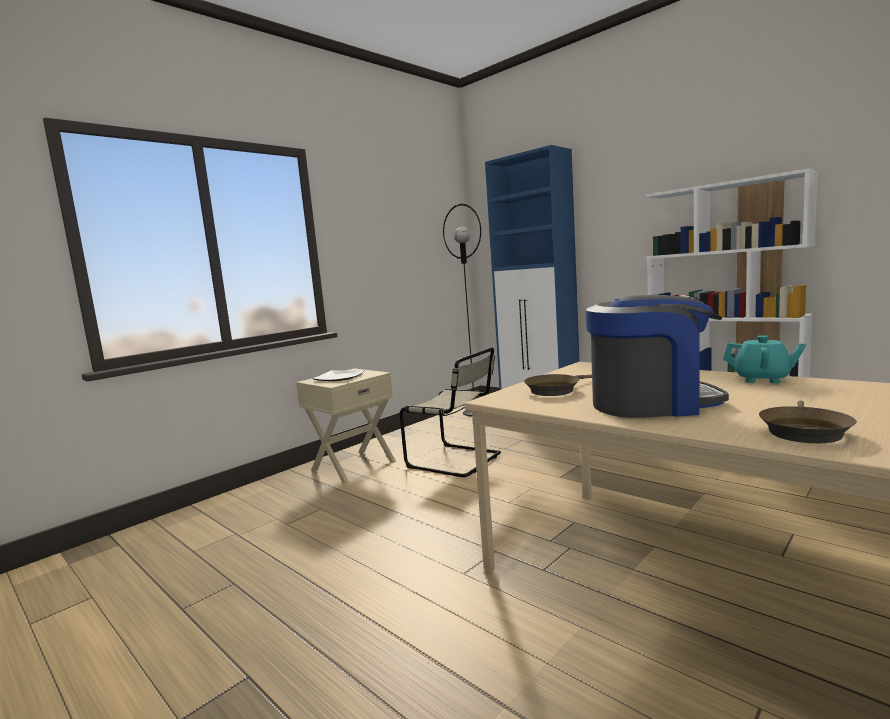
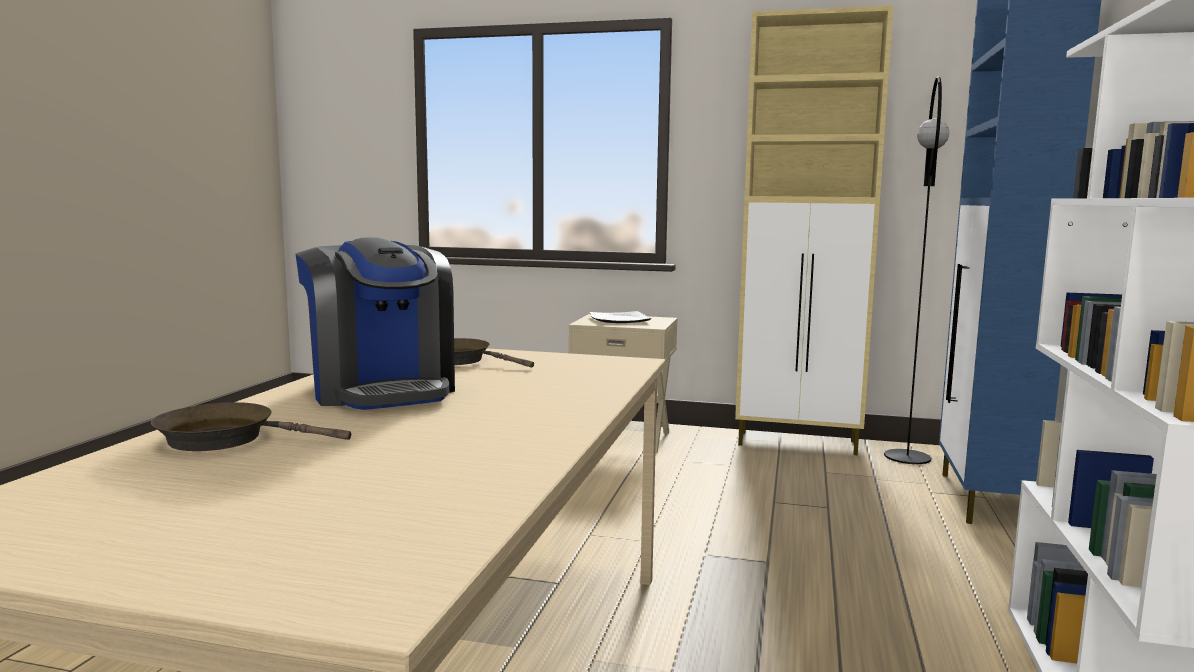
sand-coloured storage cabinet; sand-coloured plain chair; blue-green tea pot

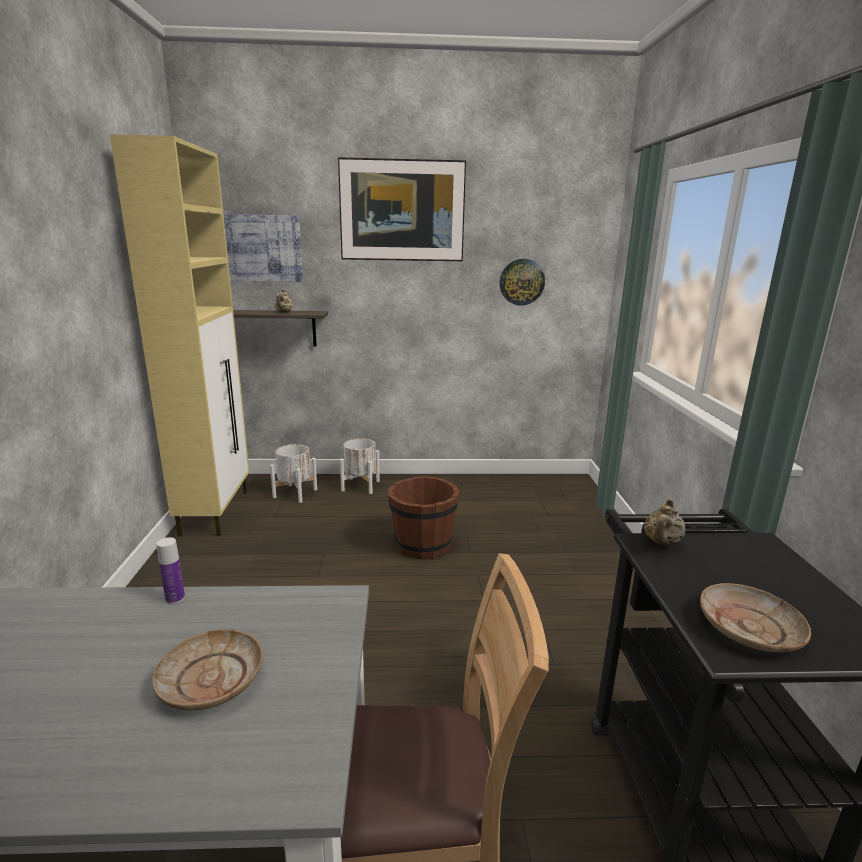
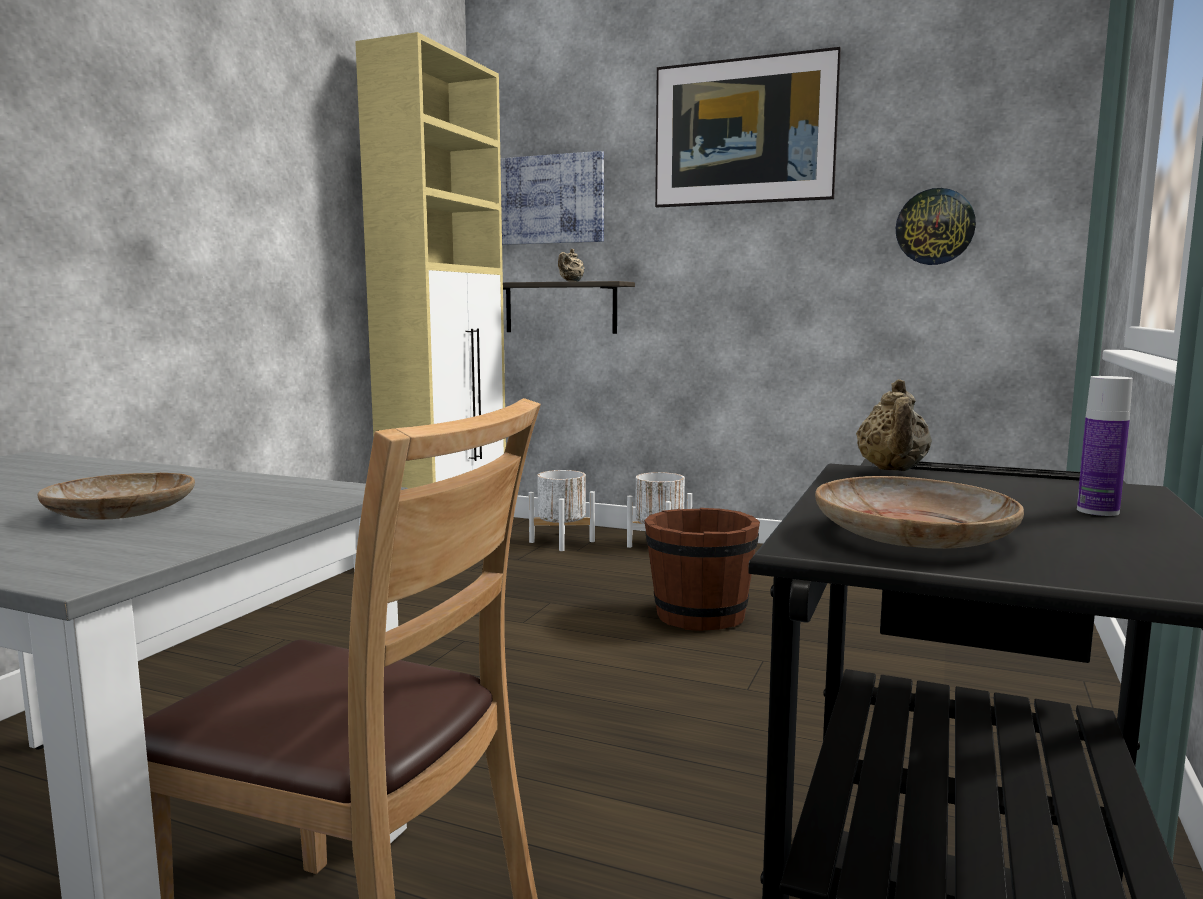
sand-coloured tea pot (2nd from left); bottle

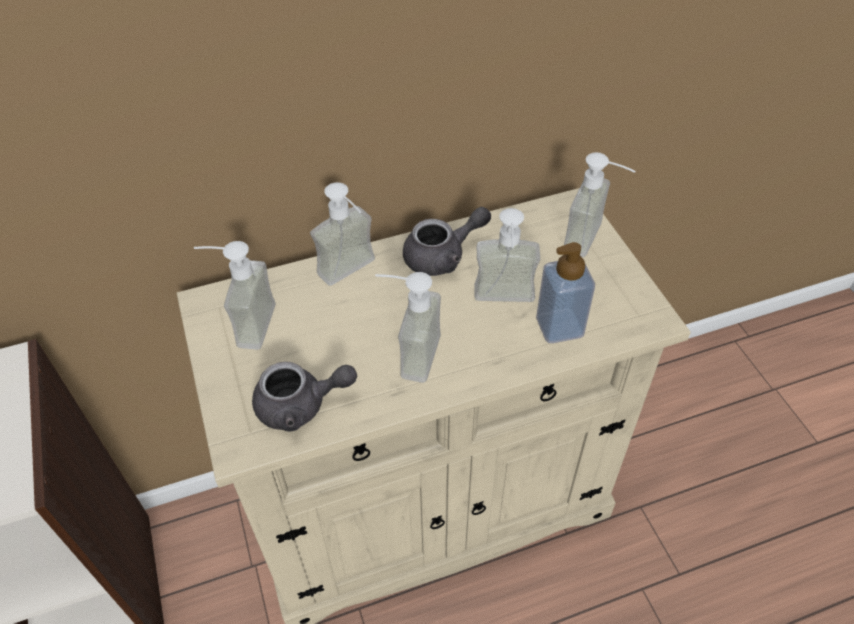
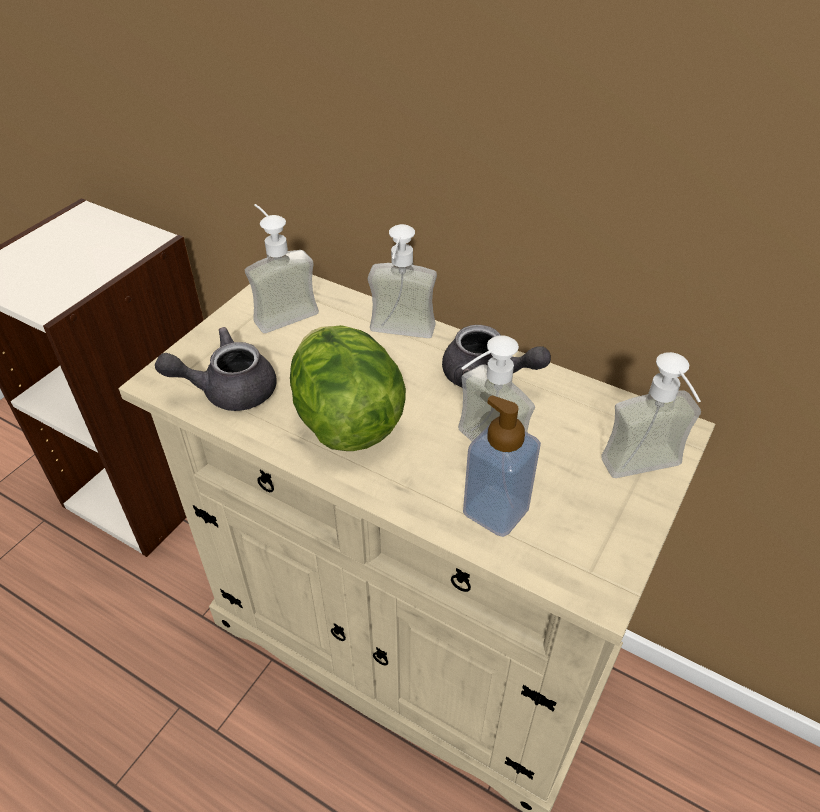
grey tea pot (1st from left); head of lettuce

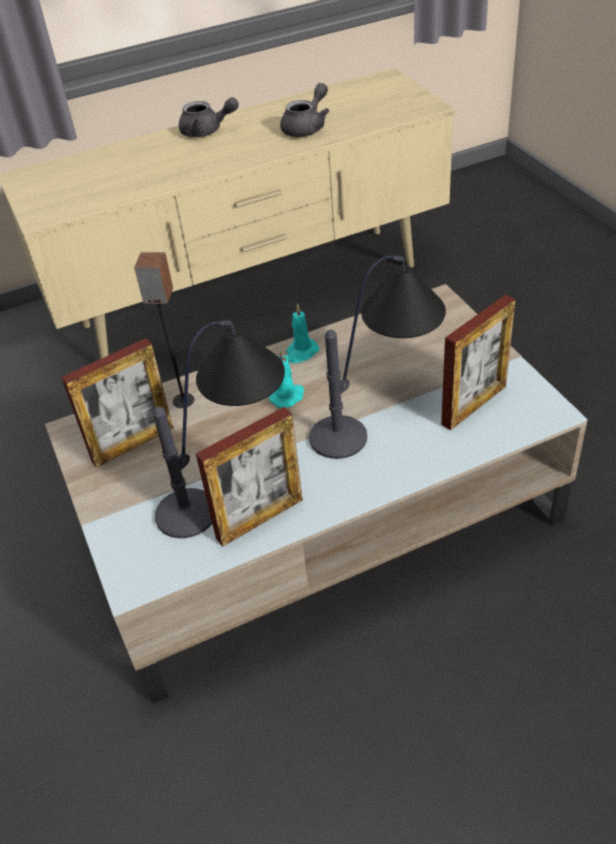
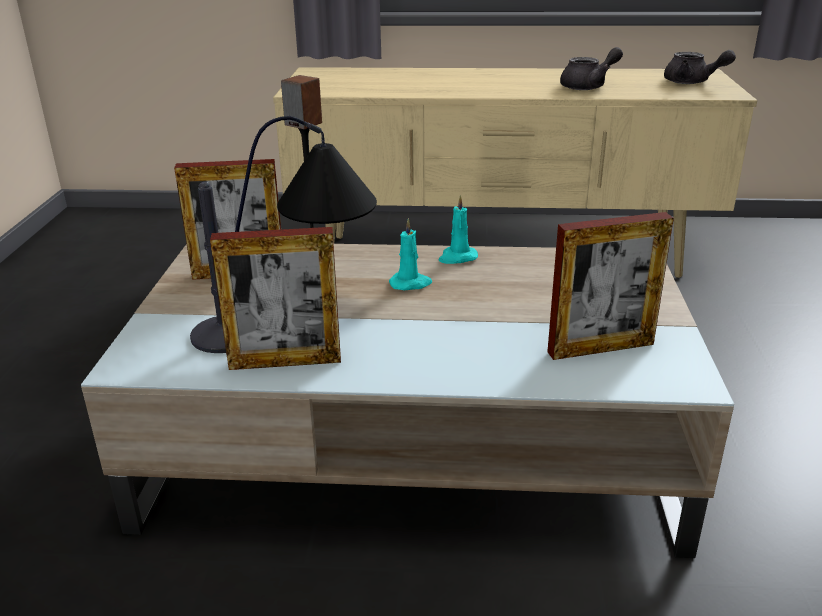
grey tea pot (2nd from left); table lamp (2nd from left in the first image)

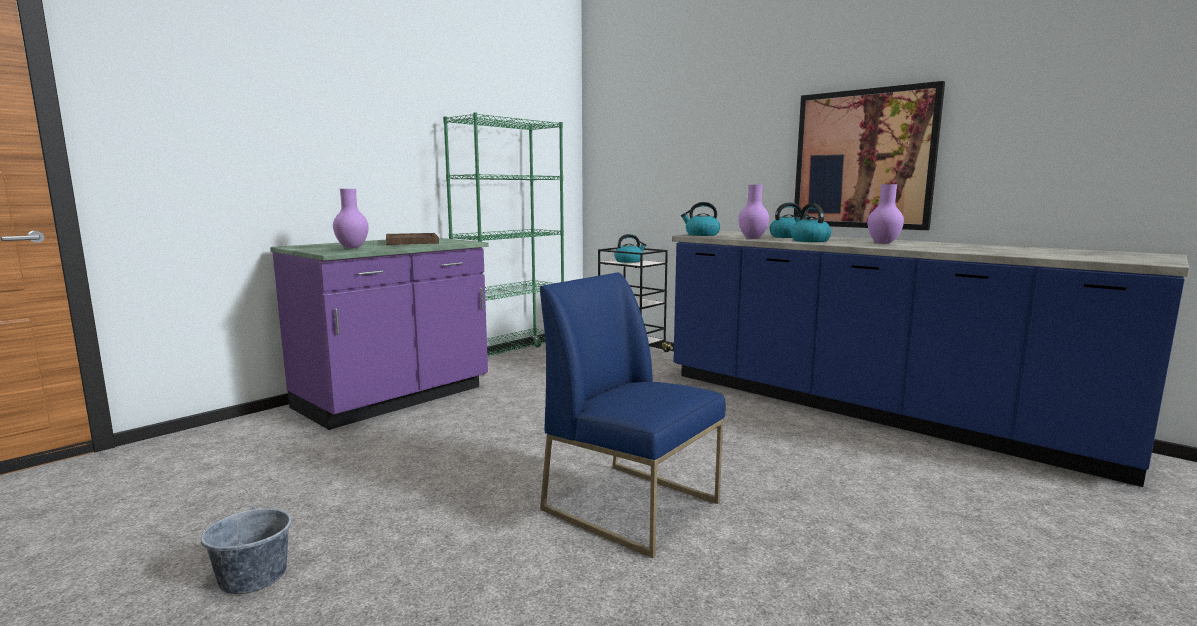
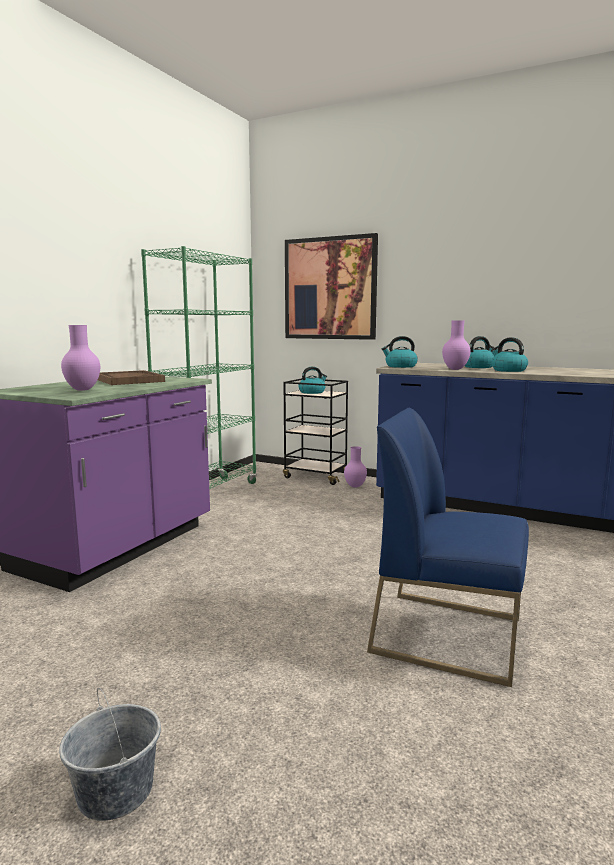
wall picture; purple decorative vase (2nd from left)

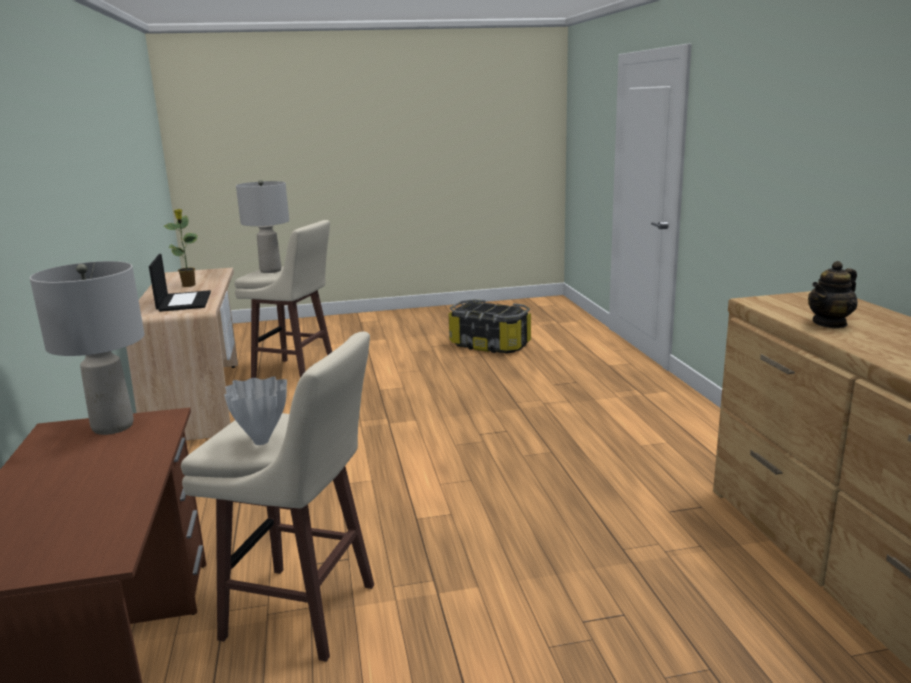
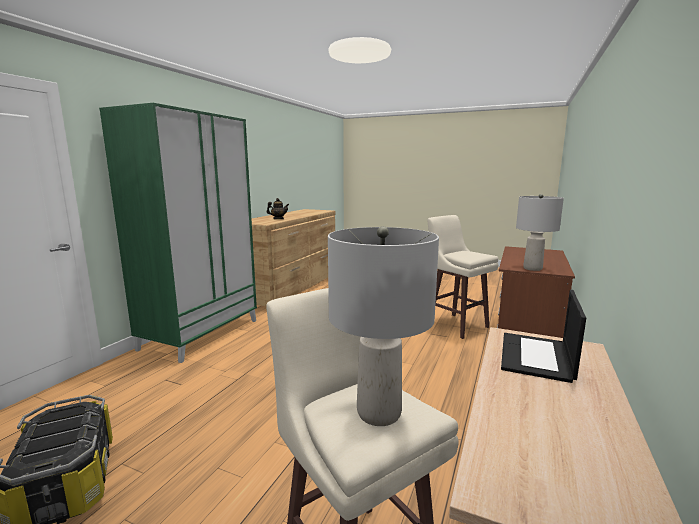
green-coloured wardrobe; plant in a pot; white decorative vase

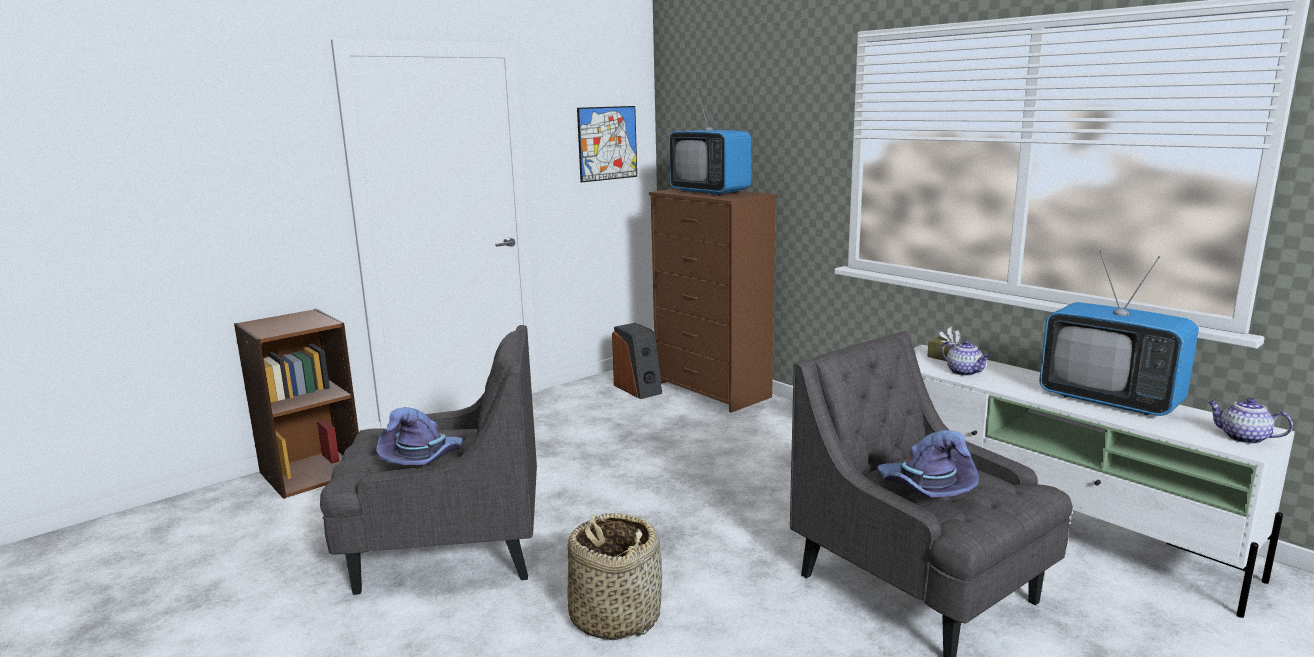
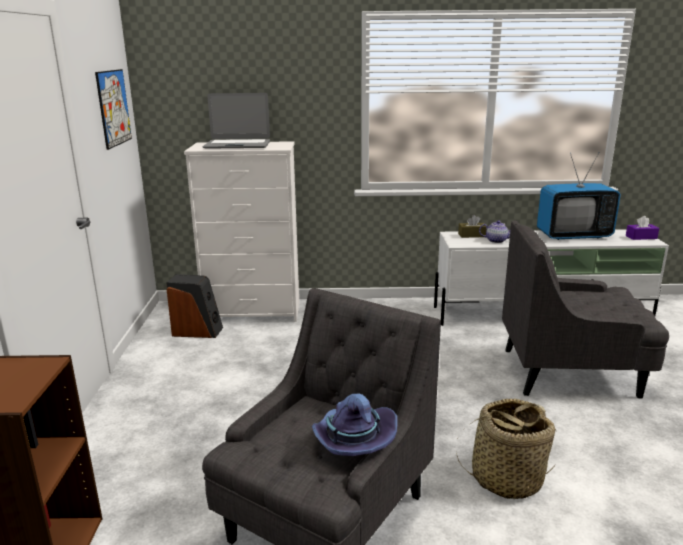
white drawer chest; portable computer; purple tissue box; purple clothing hat (2nd from left in the first image)

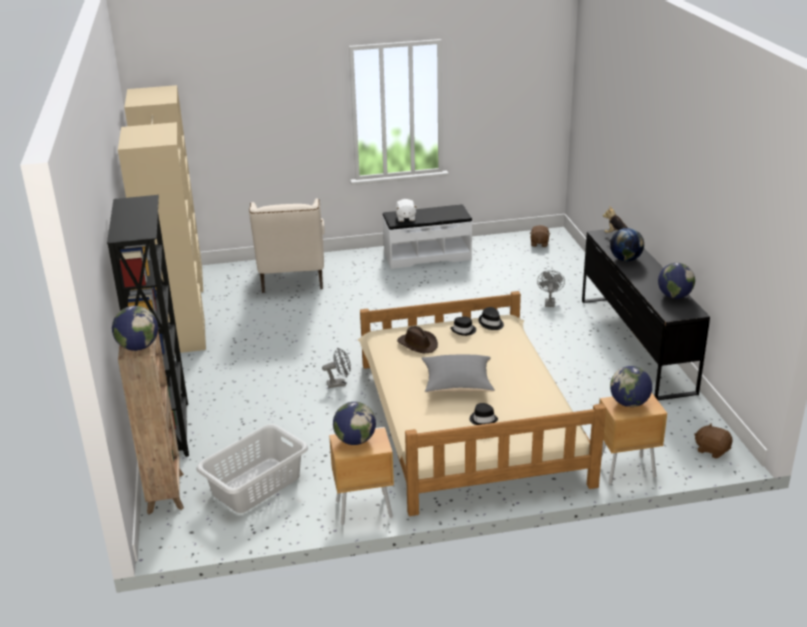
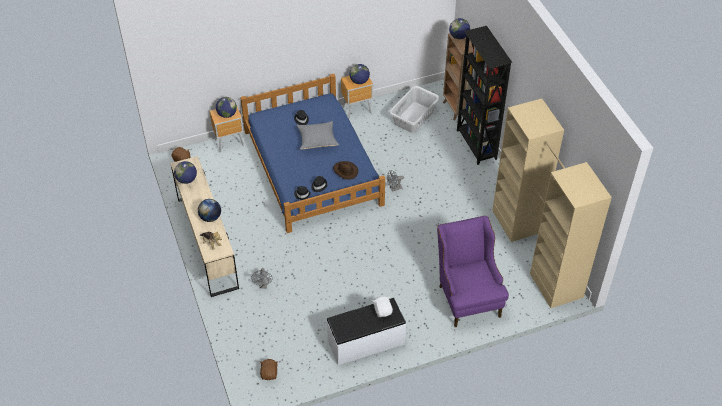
sand-coloured drawer chest; blue bed; purple armchair

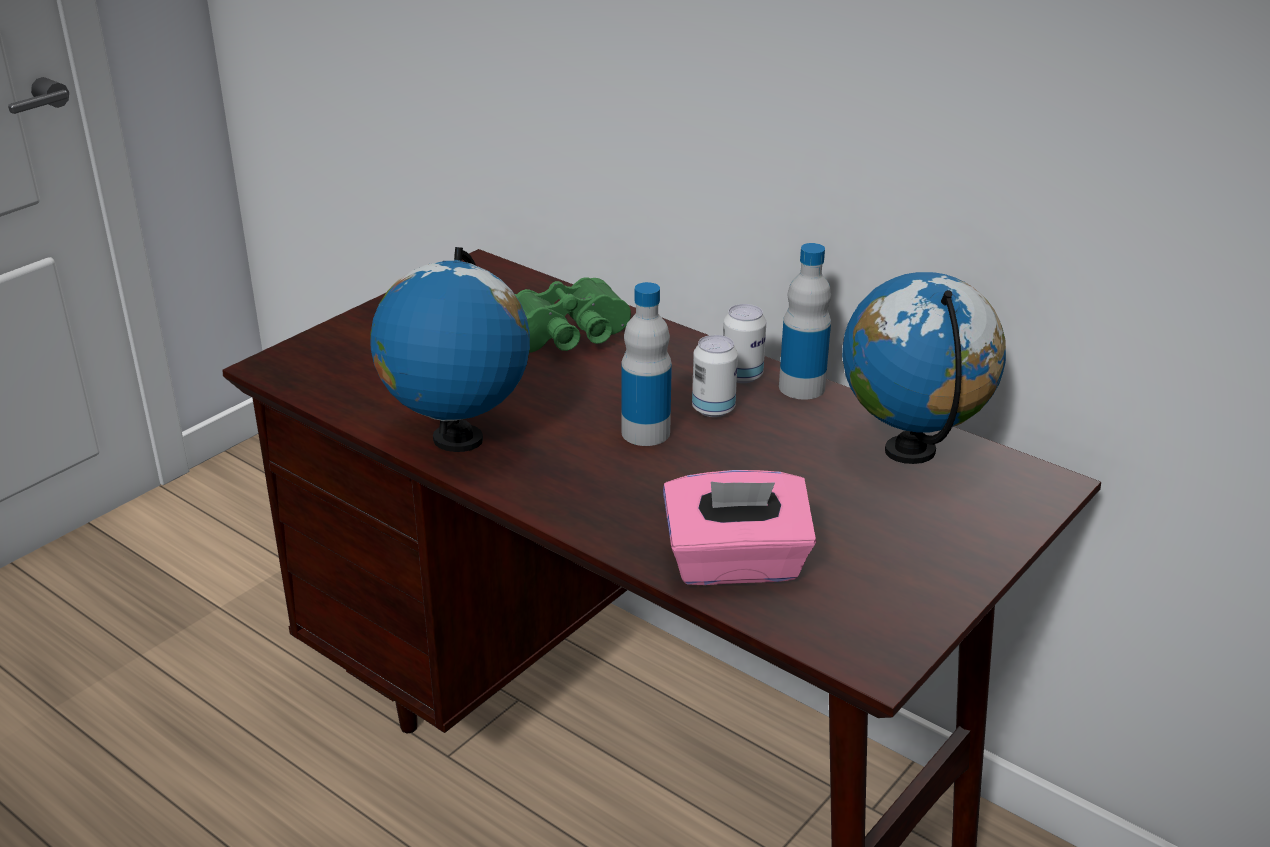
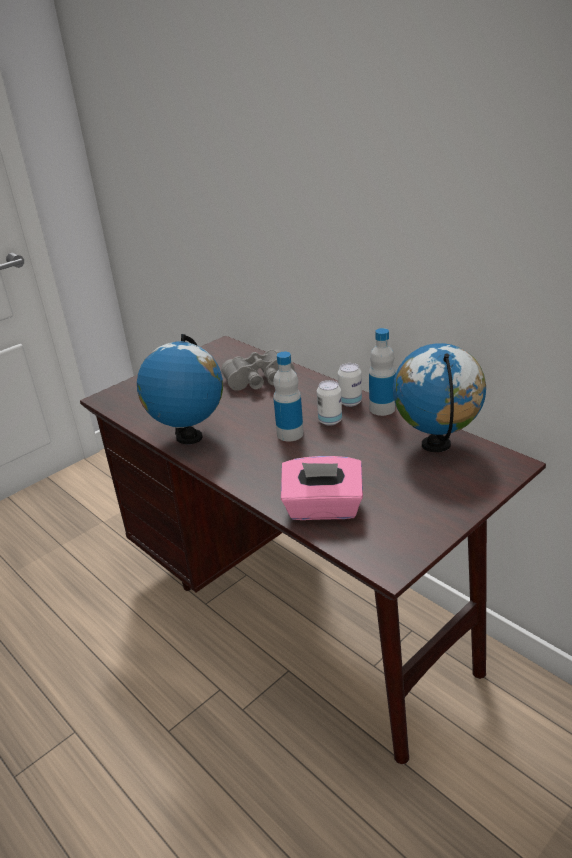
grey field glasses

